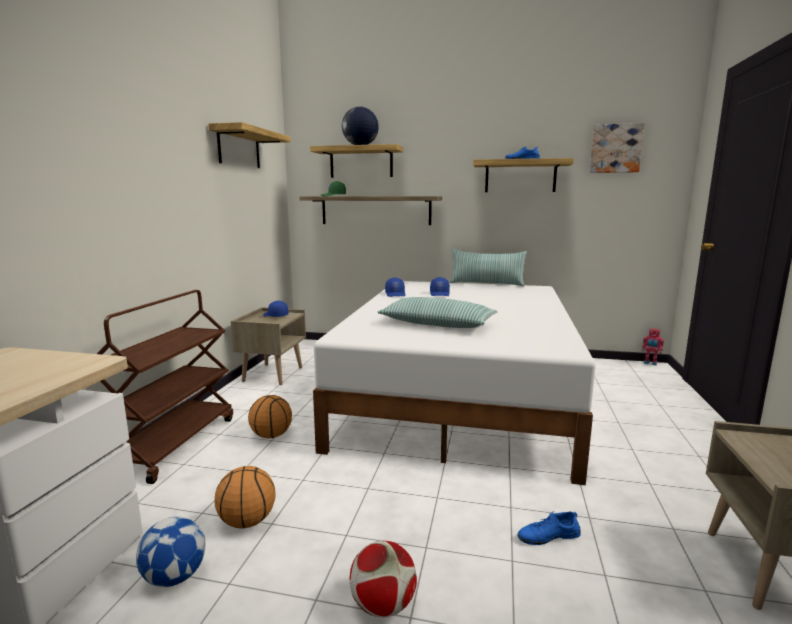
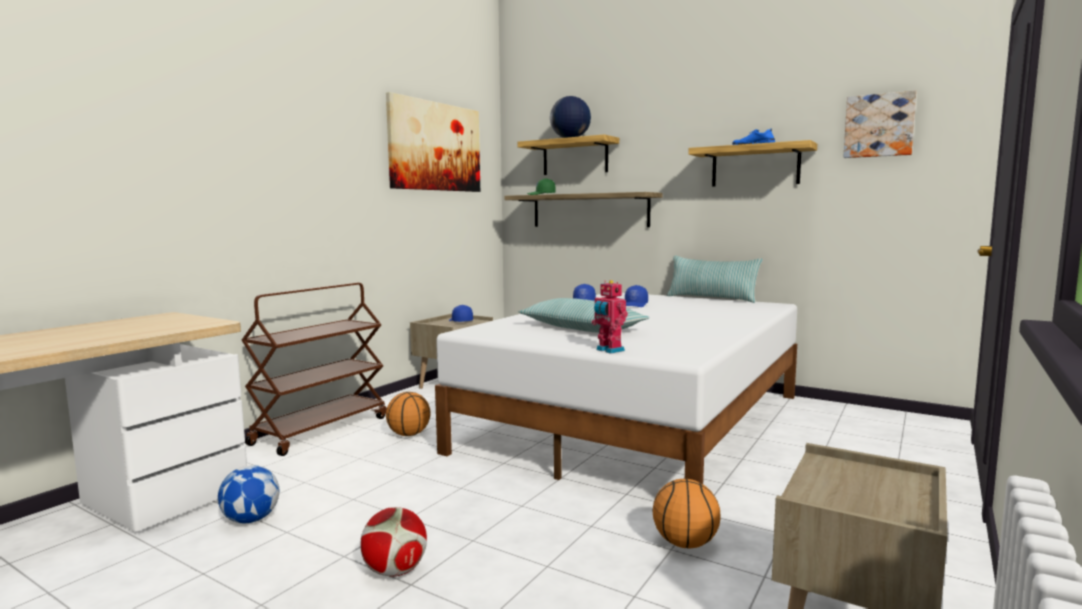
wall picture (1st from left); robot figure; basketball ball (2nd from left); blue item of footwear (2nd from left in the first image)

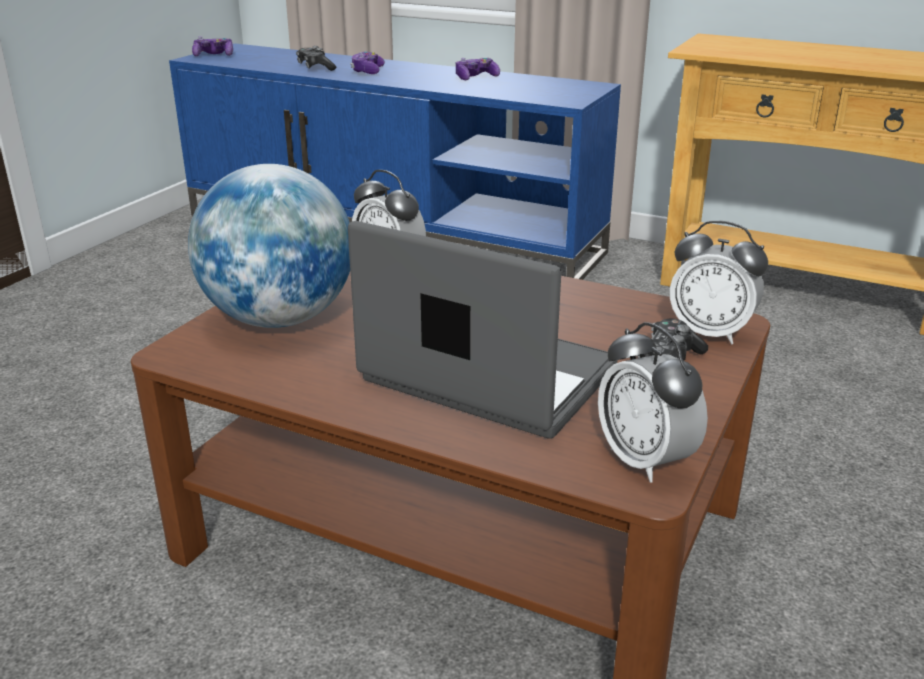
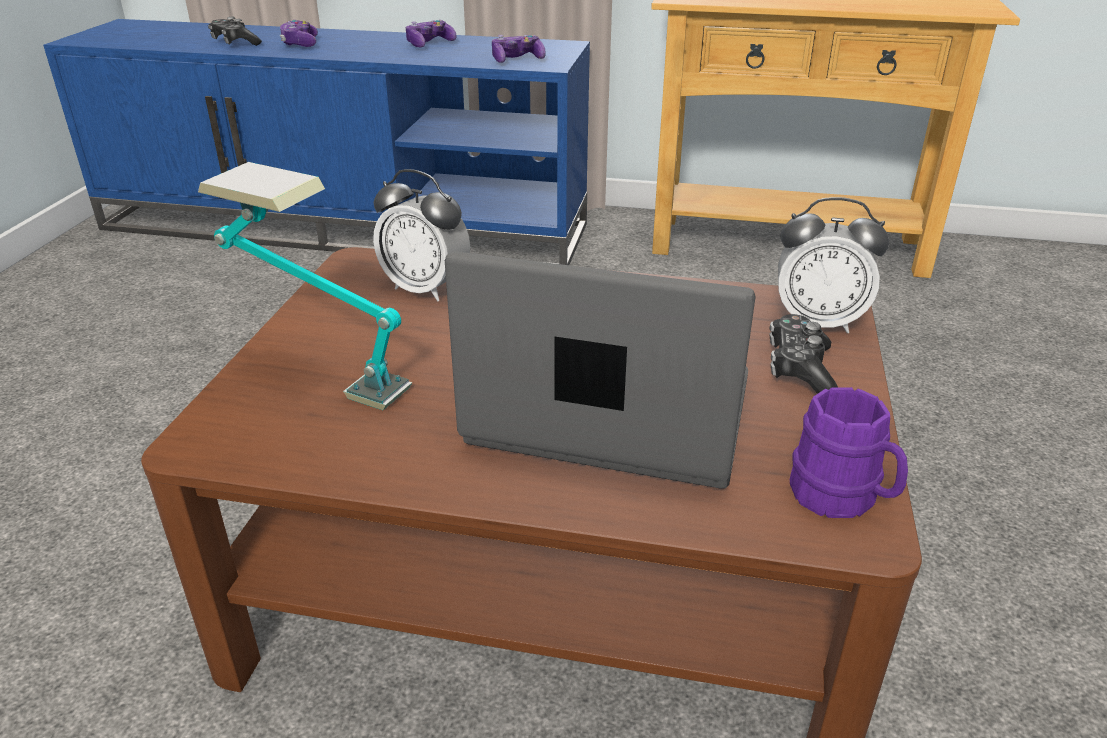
table lamp; gamepad (4th from left); purple mug

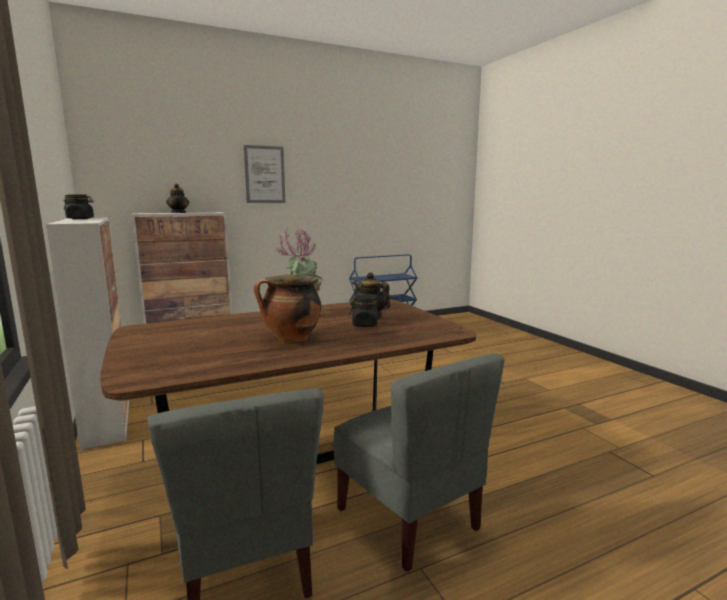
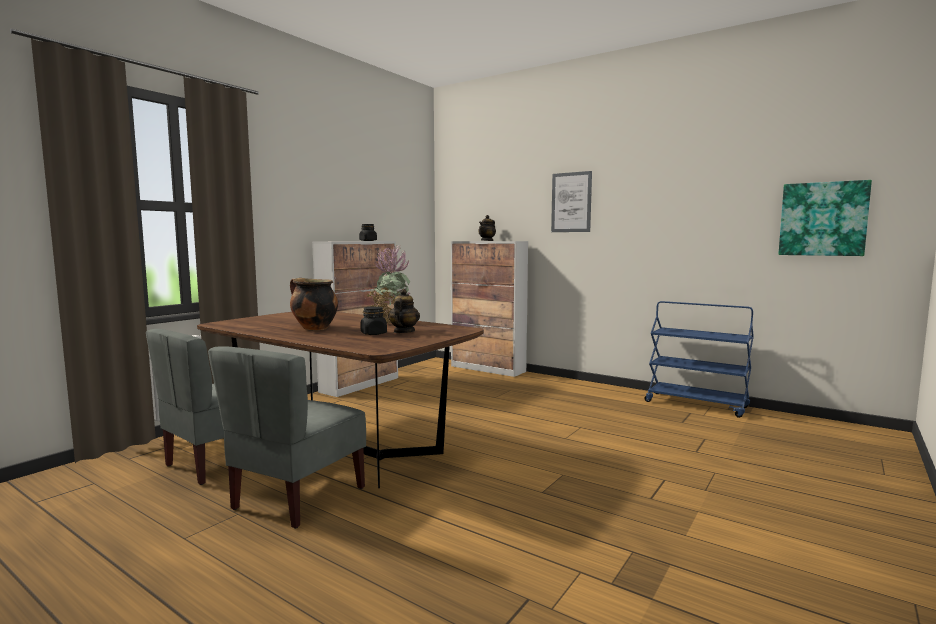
wall picture (2nd from left)

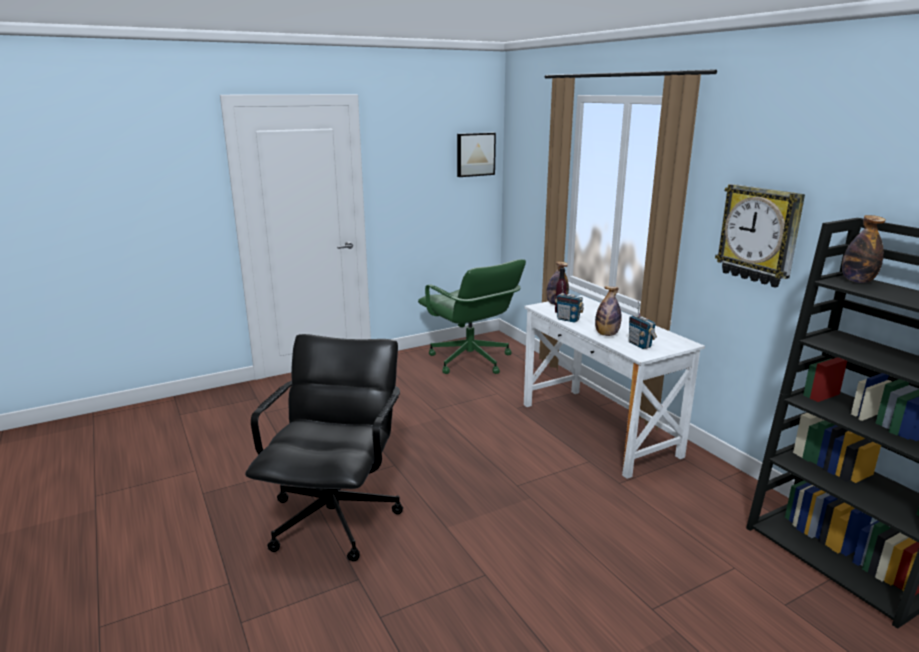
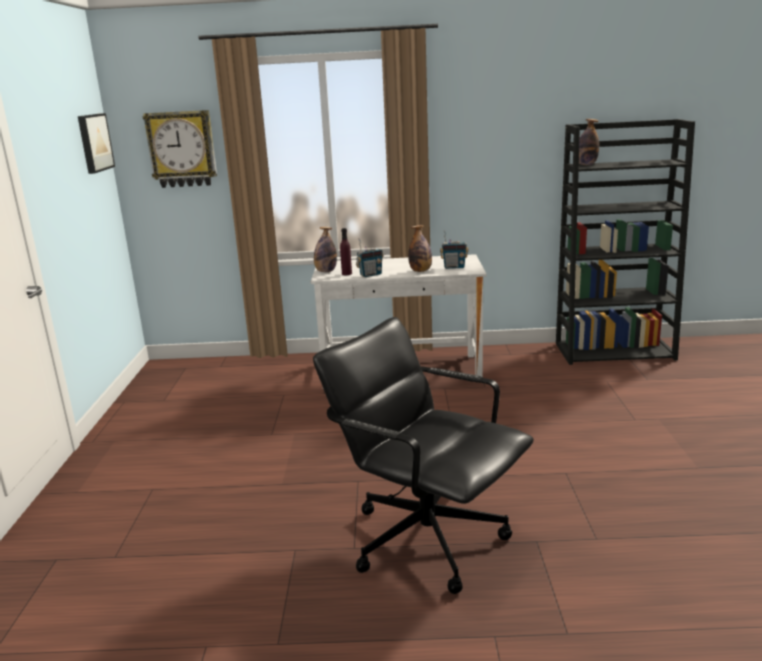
hanging clock; green-coloured computer chair

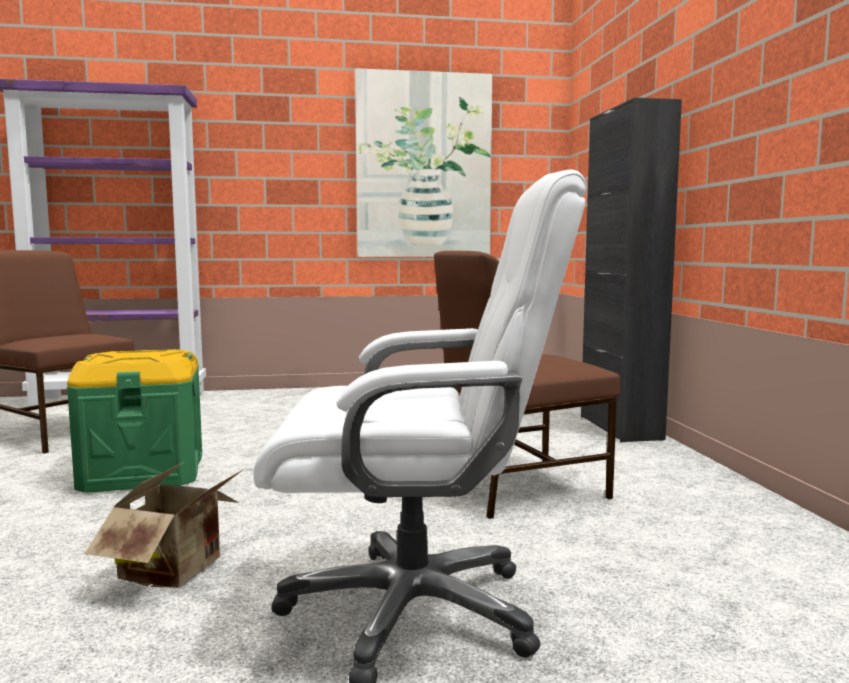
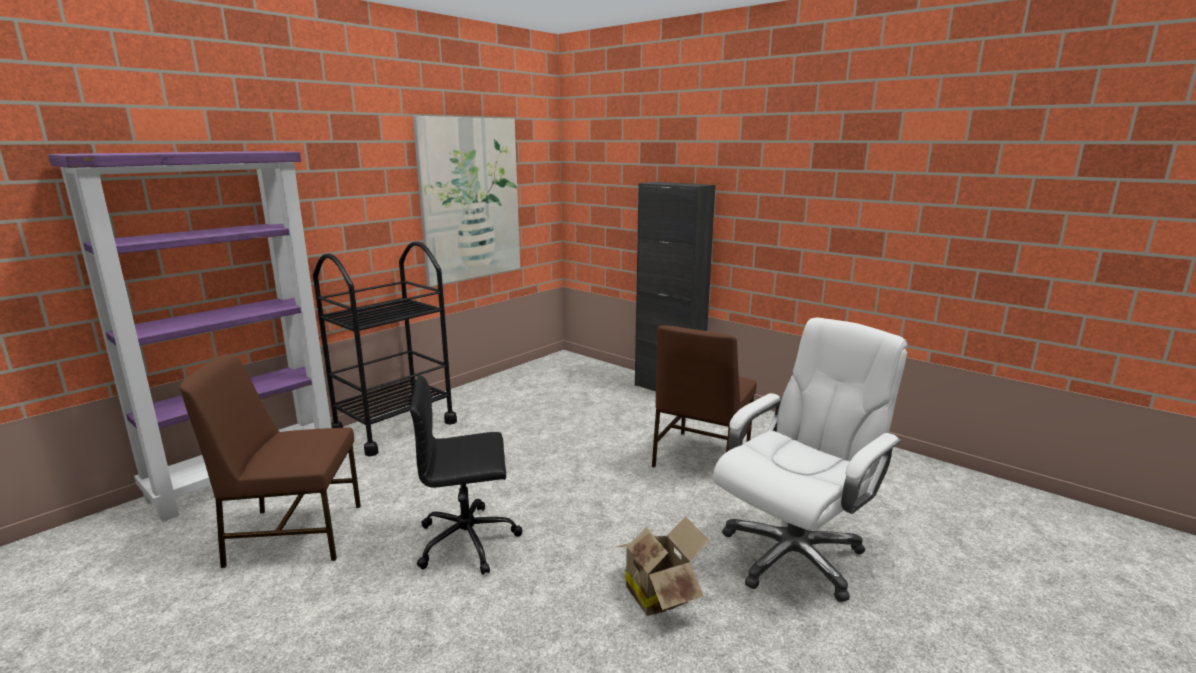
black-coloured wheeled cart; black-coloured computer chair

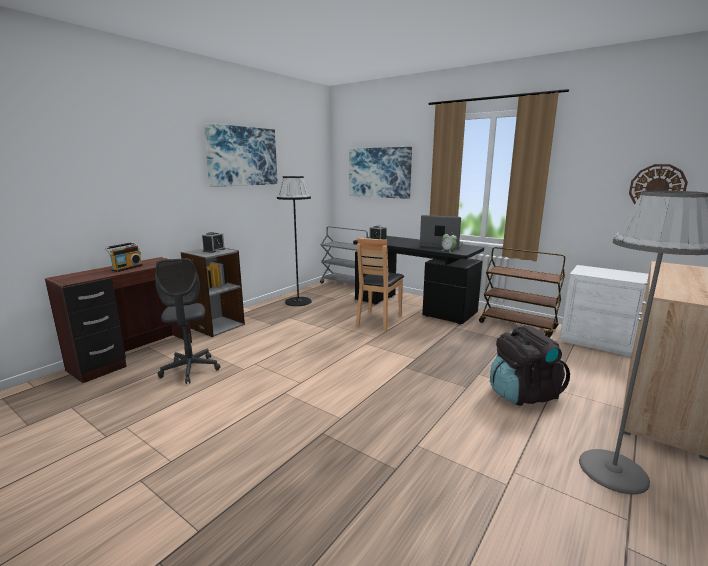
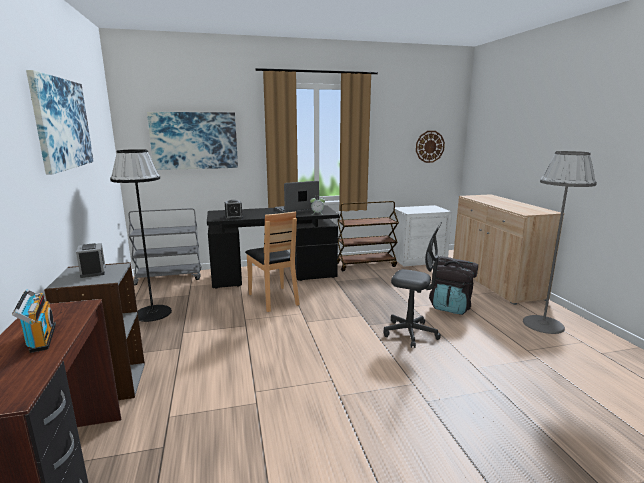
grey computer chair

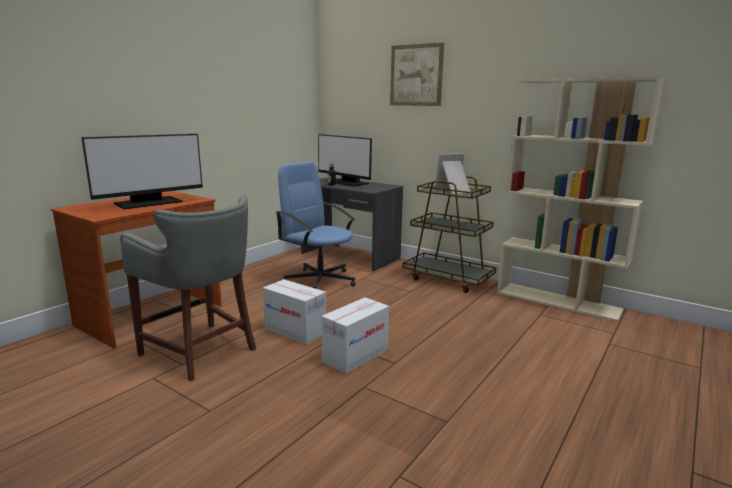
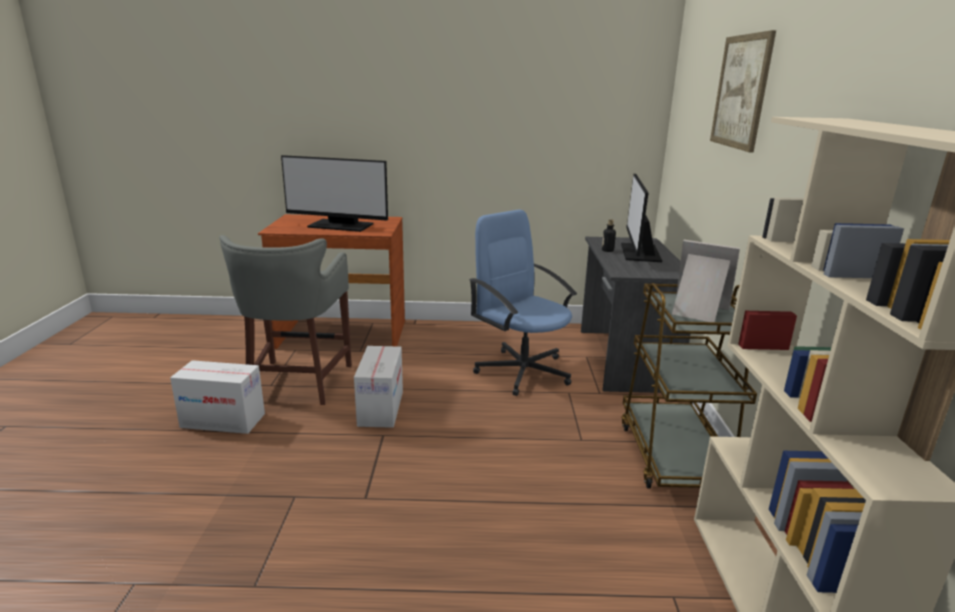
packing box (1st from left); blue computer chair

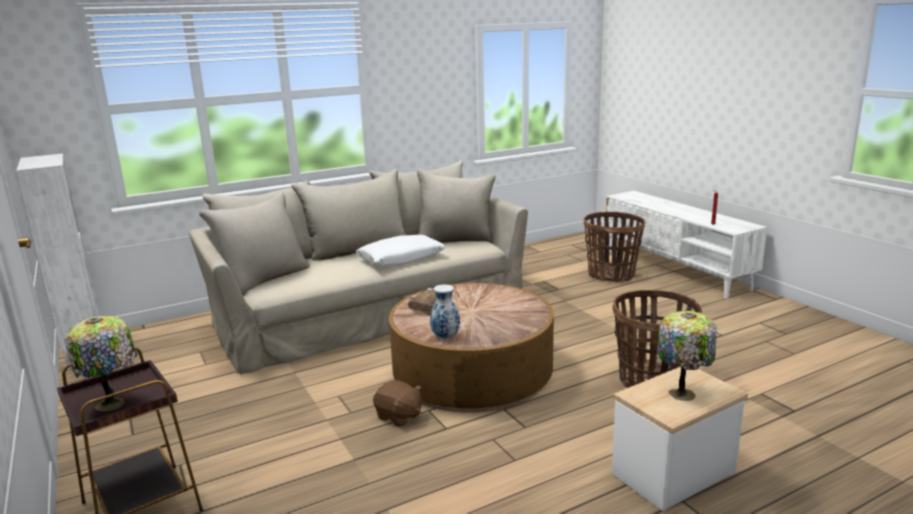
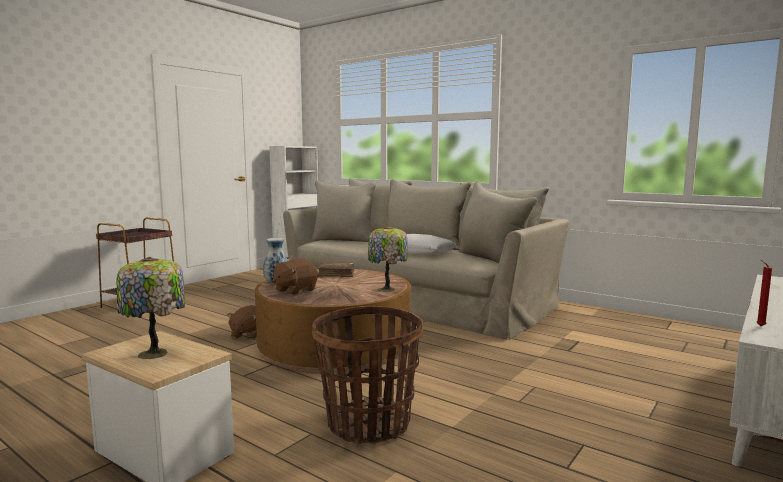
brown-coloured soft toy (2nd from left); table lamp (2nd from left); household basket (1st from left in the first image)

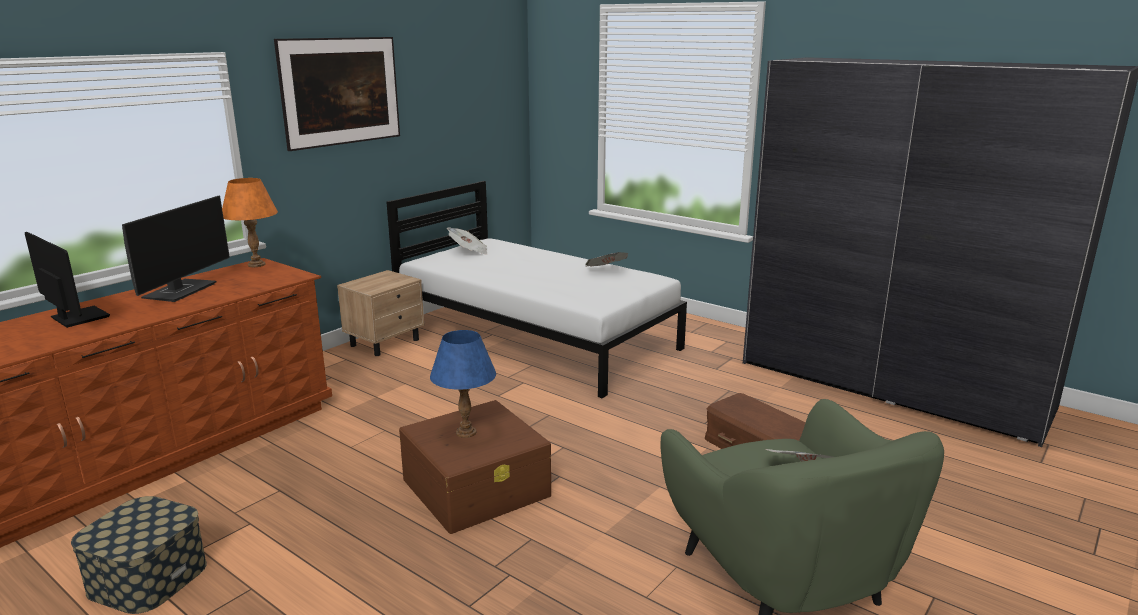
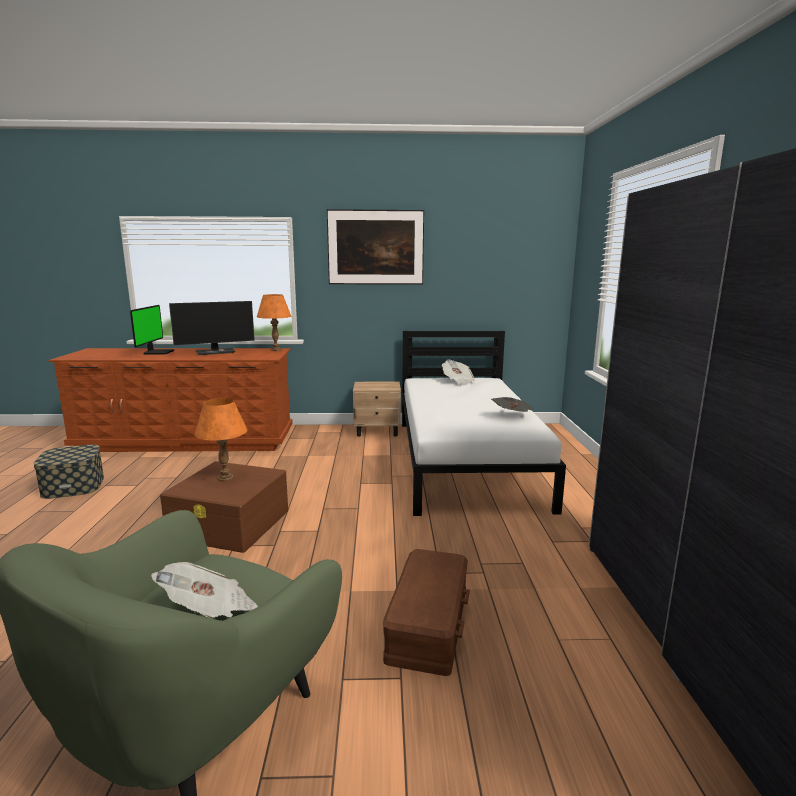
orange-coloured table lamp (1st from left)

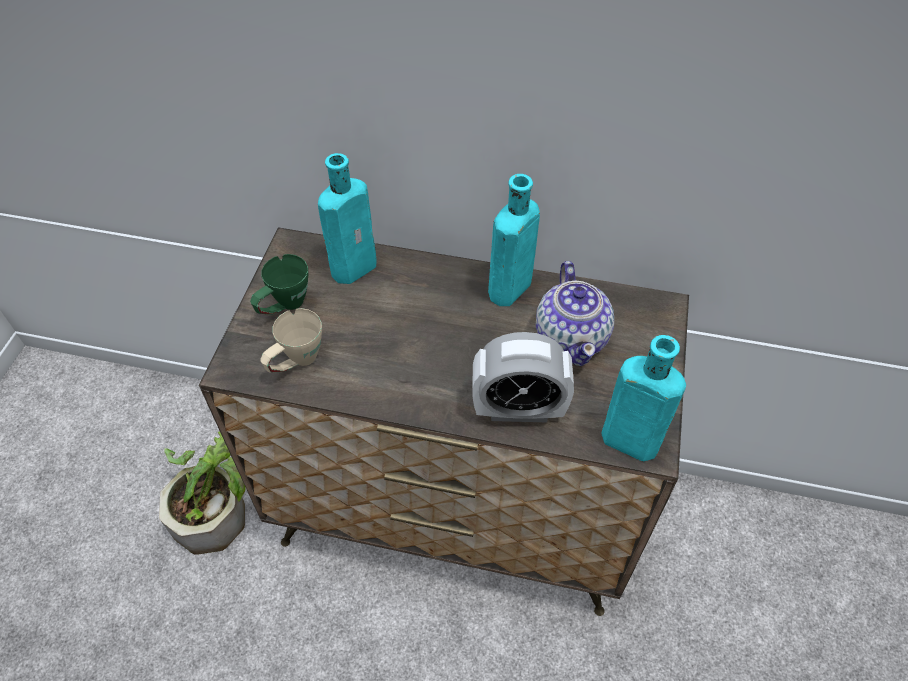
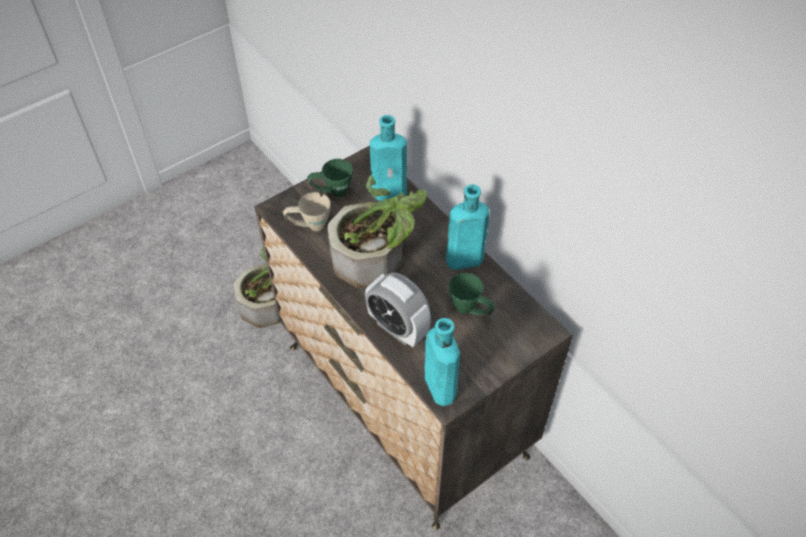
plant in a pot (2nd from left); green-coloured mug (2nd from left)

